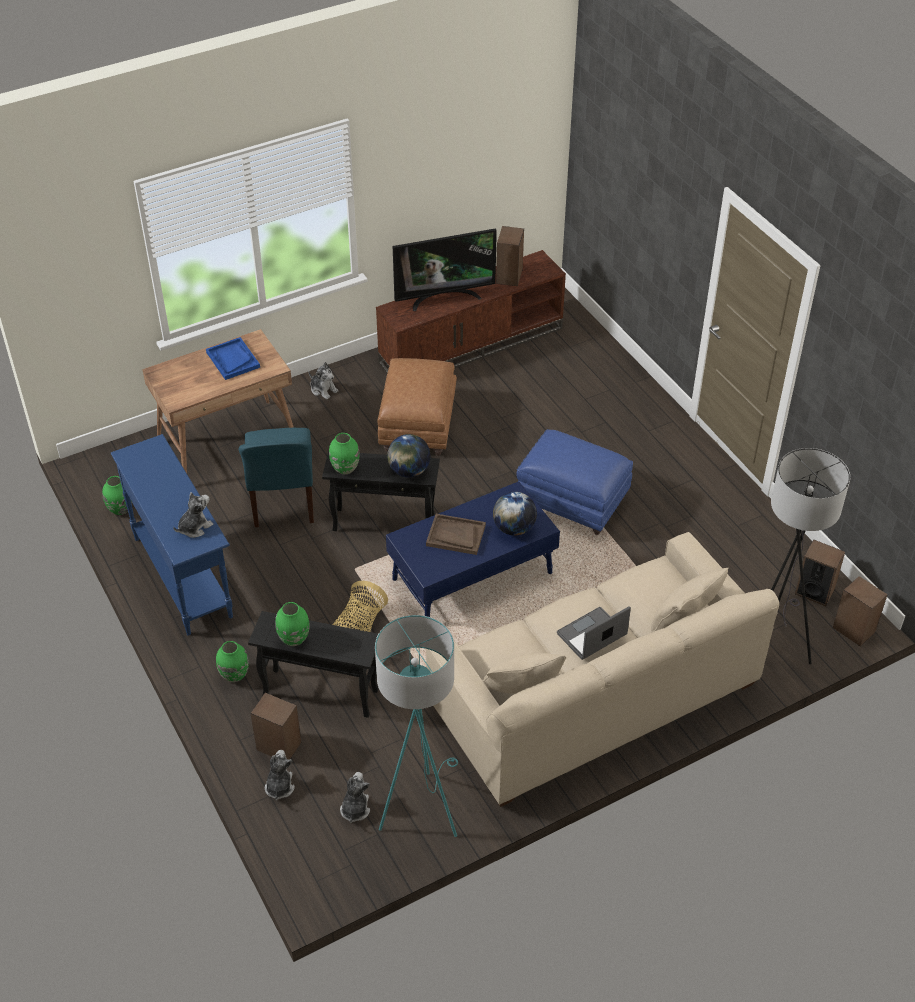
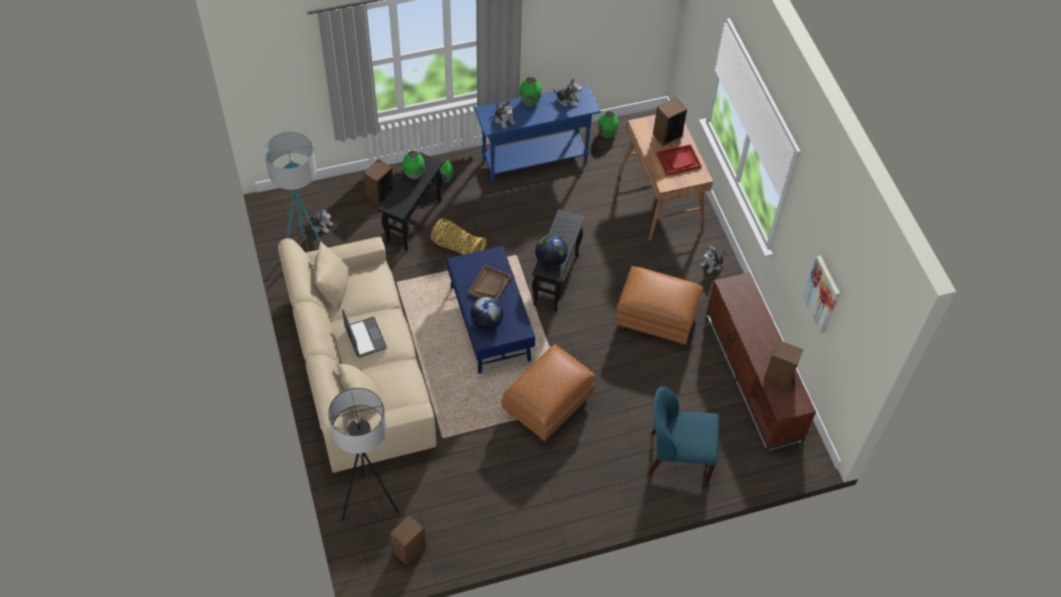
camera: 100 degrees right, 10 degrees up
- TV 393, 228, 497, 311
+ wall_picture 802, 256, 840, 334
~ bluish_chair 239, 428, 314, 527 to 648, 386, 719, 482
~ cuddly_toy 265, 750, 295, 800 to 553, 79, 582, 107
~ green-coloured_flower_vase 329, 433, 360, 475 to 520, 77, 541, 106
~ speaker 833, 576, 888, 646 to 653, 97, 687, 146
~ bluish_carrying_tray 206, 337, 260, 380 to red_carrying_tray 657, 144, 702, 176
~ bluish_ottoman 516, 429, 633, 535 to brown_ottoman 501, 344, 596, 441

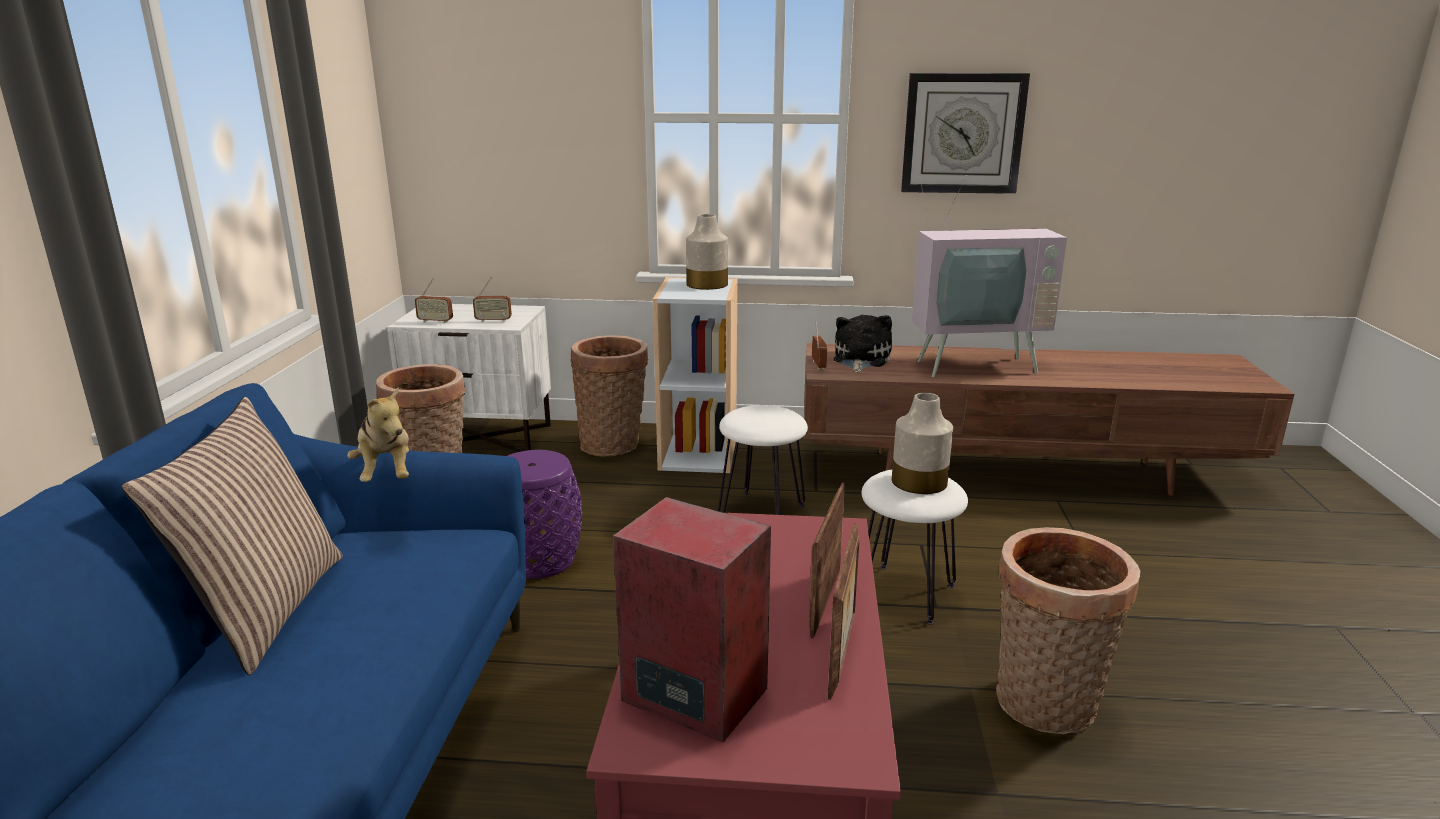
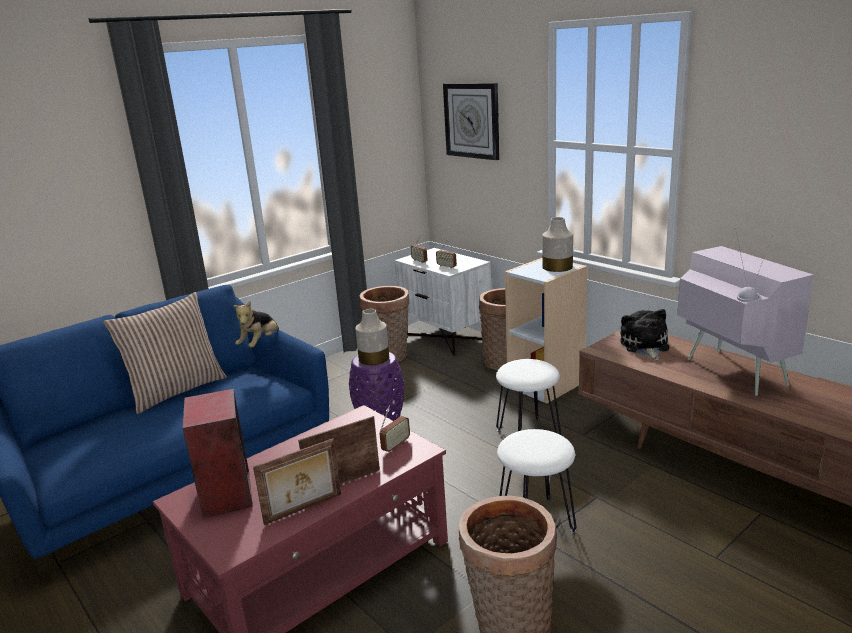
camera: 45 degrees right, 0 degrees up
~ radio_set 812, 321, 827, 369 to 380, 405, 410, 452
~ beige_flower_vase 892, 393, 953, 494 to 355, 309, 389, 365
~ clock_on_the_wall 901, 73, 1030, 194 to 443, 83, 500, 160
~ cuddly_toy 834, 315, 892, 373 = 620, 309, 669, 360 60 degrees counterclockwise
~ TV 912, 173, 1067, 378 = 677, 227, 814, 396 150 degrees counterclockwise

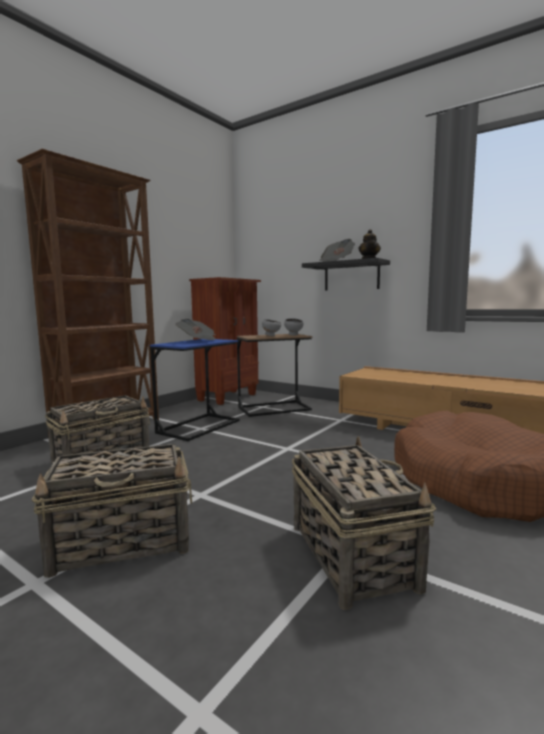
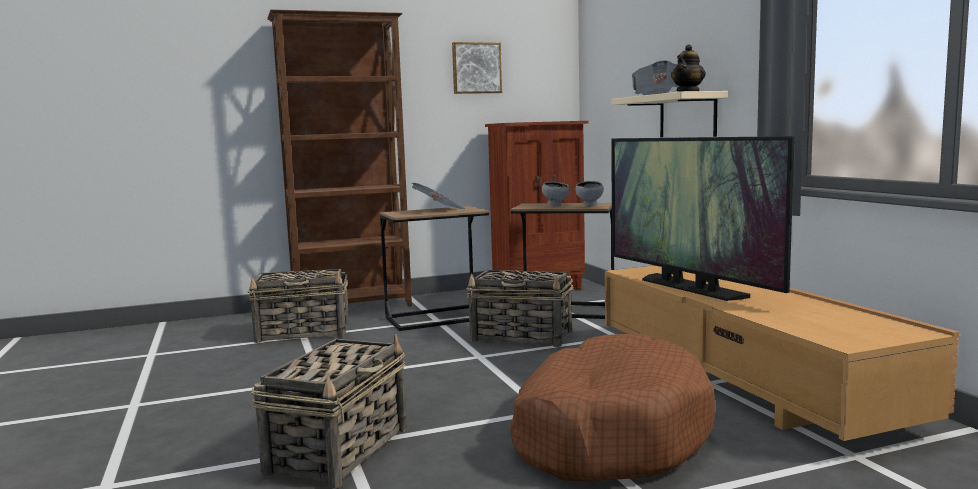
camera: 35 degrees right, 0 degrees up
+ wall_picture 452, 42, 502, 94
+ TV 611, 136, 795, 301
~ basket 31, 444, 192, 578 to 466, 270, 573, 347
~ bluish_accent_table 150, 339, 239, 441 to brown_accent_table 380, 206, 490, 331
~ black_shelf 302, 258, 390, 291 to beige_shelf 611, 91, 728, 137

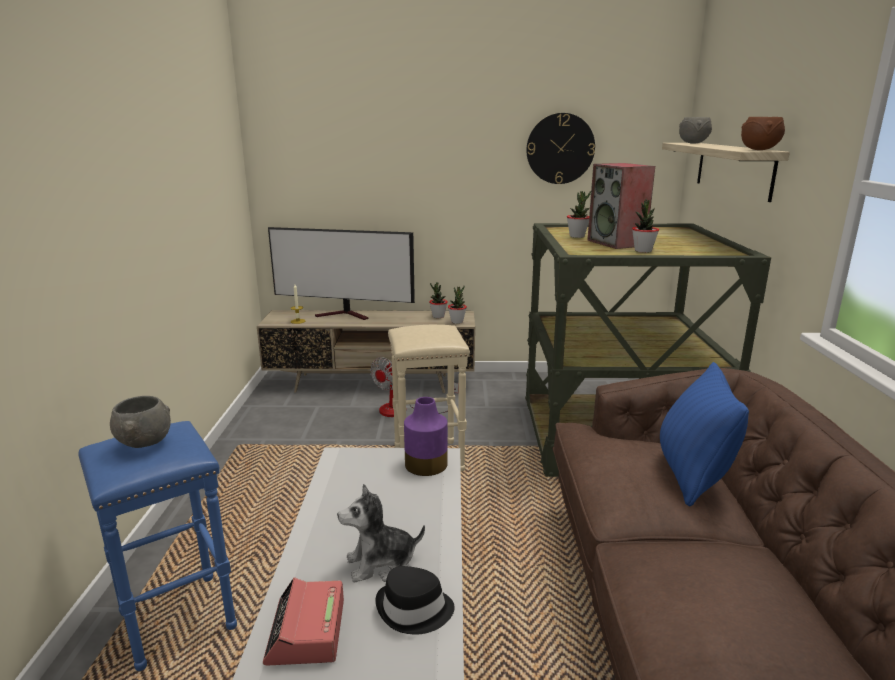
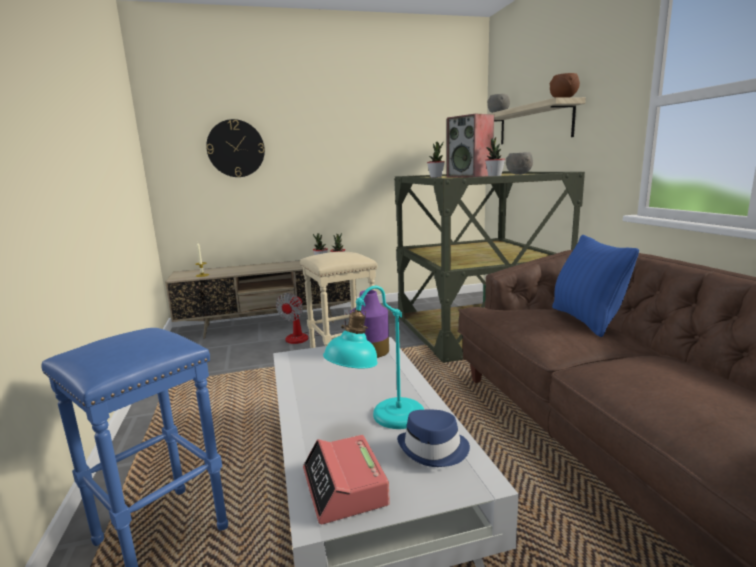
camera: 15 degrees left, 5 degrees down
- TV 268, 227, 415, 320
~ greyish_serving_bowl 110, 396, 171, 448 to 506, 152, 533, 175
~ clock_on_the_wall 526, 113, 595, 184 to 206, 119, 265, 177
~ cuddly_toy 337, 484, 425, 582 to turquoise-coloured_table_lamp 323, 286, 424, 429
~ black_wearable_hat 375, 566, 455, 635 to bluish_wearable_hat 397, 410, 470, 467

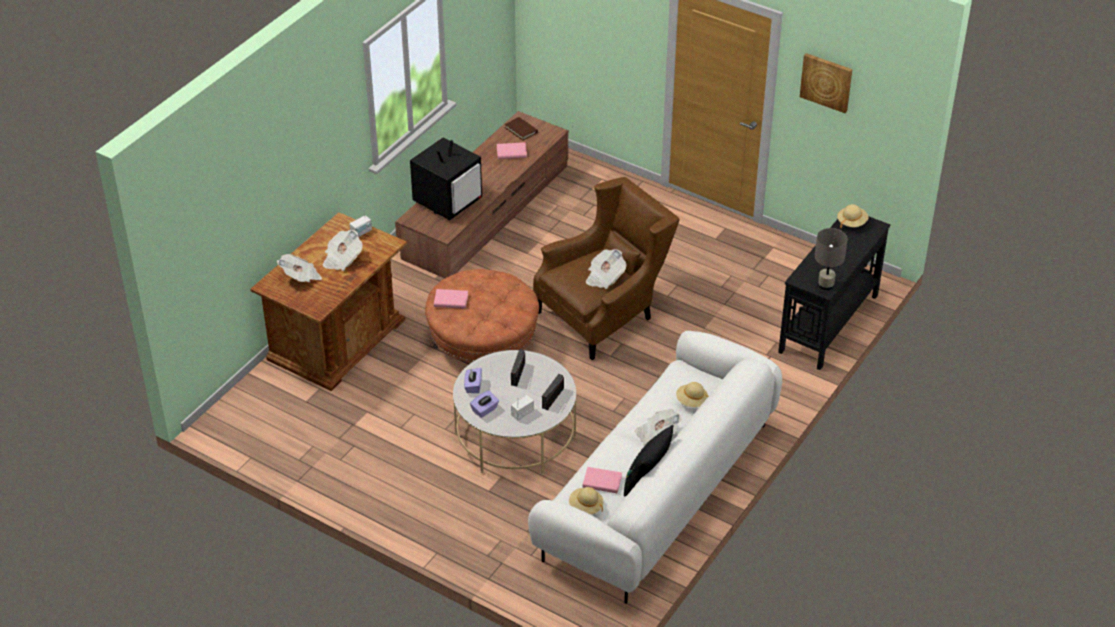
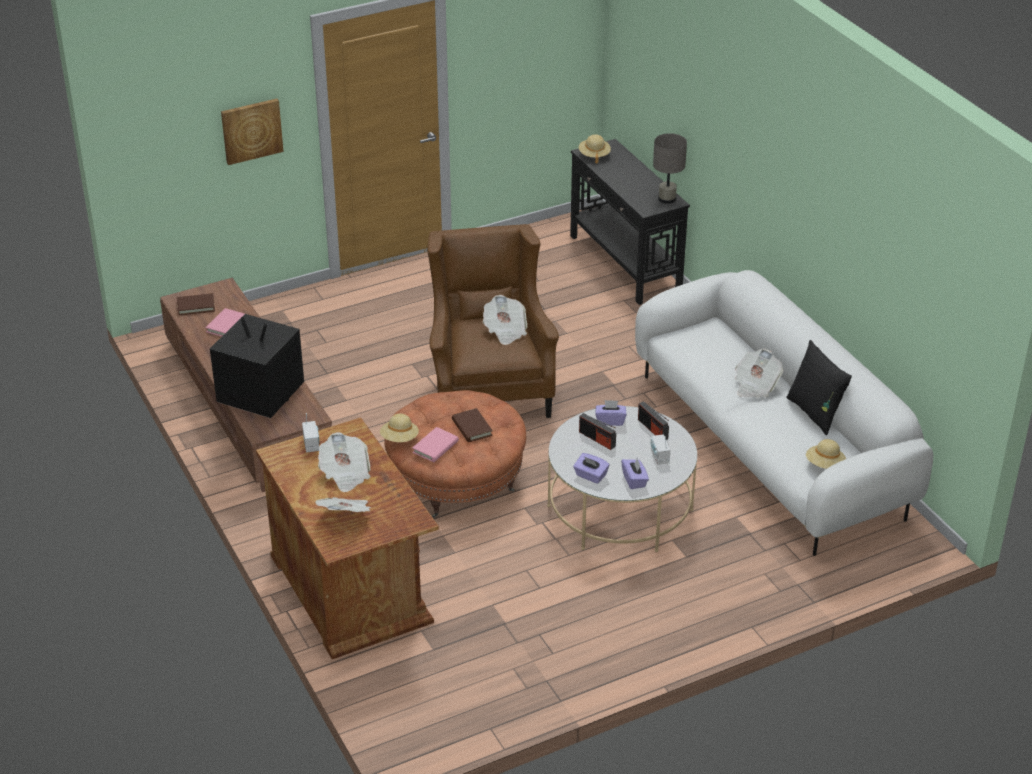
camera: 60 degrees left, 5 degrees down
- pinkish_book 582, 467, 622, 493
+ brown_book 452, 408, 493, 442
+ purple-coloured_tissue_holder 596, 400, 626, 426
~ beige_wearable_hat 676, 382, 708, 407 to 380, 414, 419, 442
~ wall_picture 800, 53, 852, 113 to 221, 99, 284, 165
~ TV 410, 137, 482, 220 = 210, 314, 304, 418 45 degrees counterclockwise

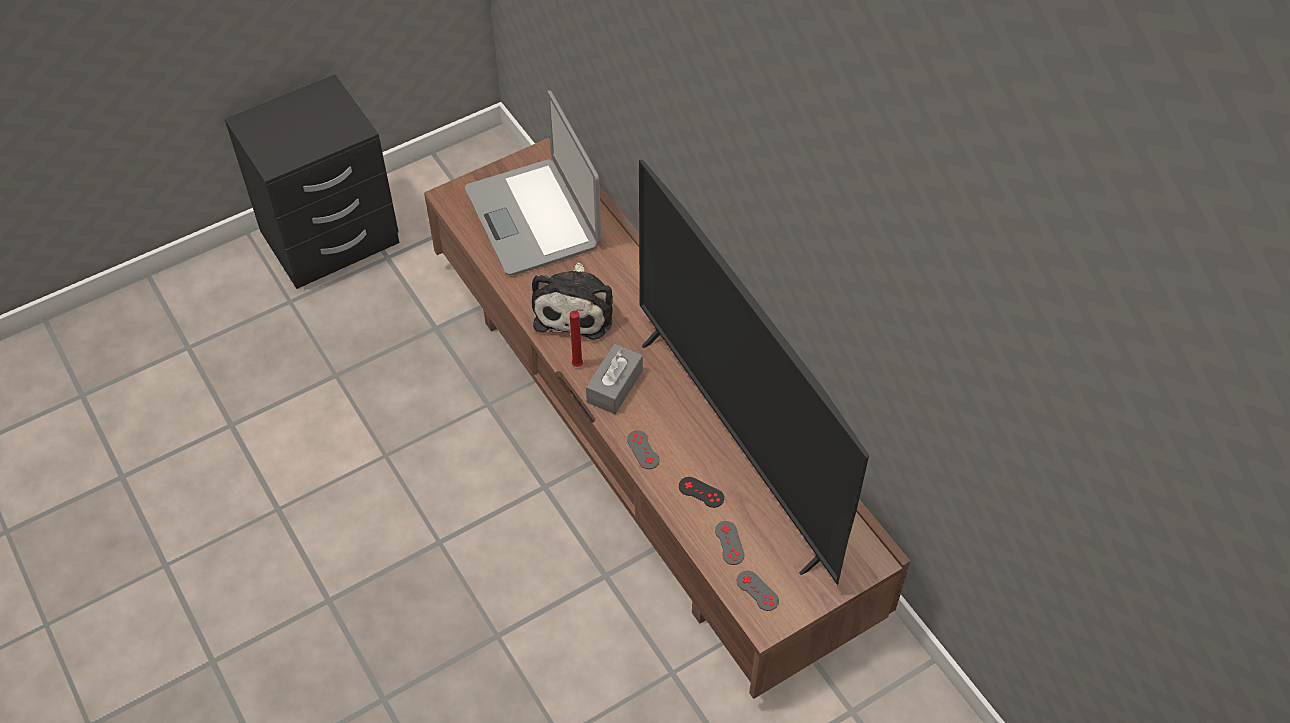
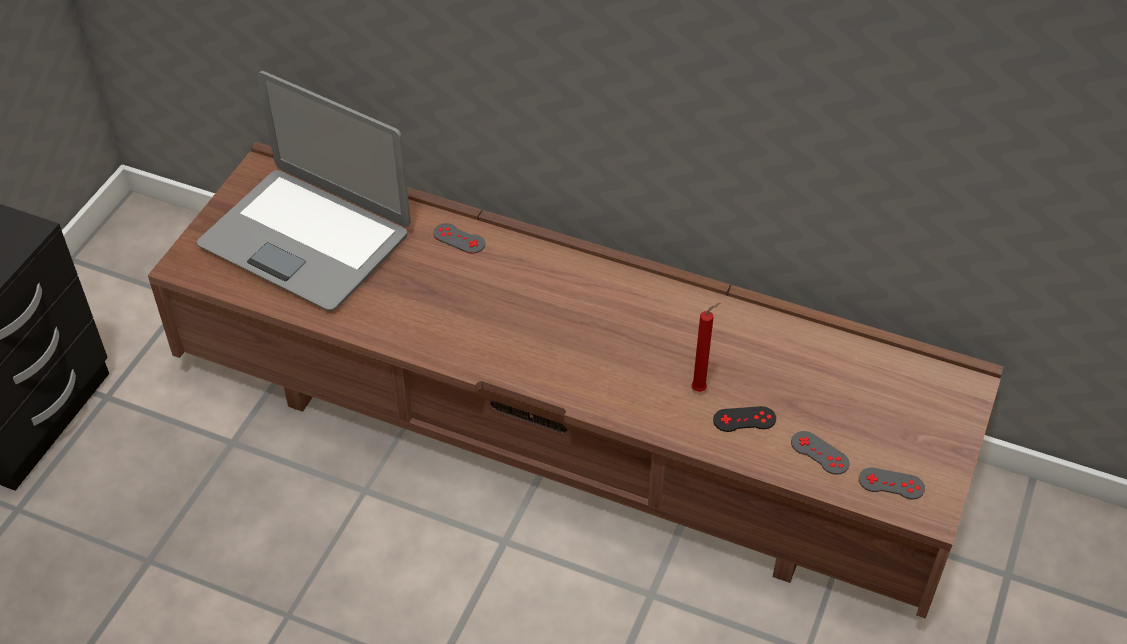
camera: 35 degrees left, 5 degrees down
- cuddly_toy 532, 263, 613, 340
- greyish_tissue_holder 586, 344, 643, 414
- TV 639, 160, 869, 585
~ red_wax_light 570, 309, 584, 367 to 691, 303, 720, 392
~ greyish_gamepad 627, 430, 660, 469 to 433, 223, 485, 254

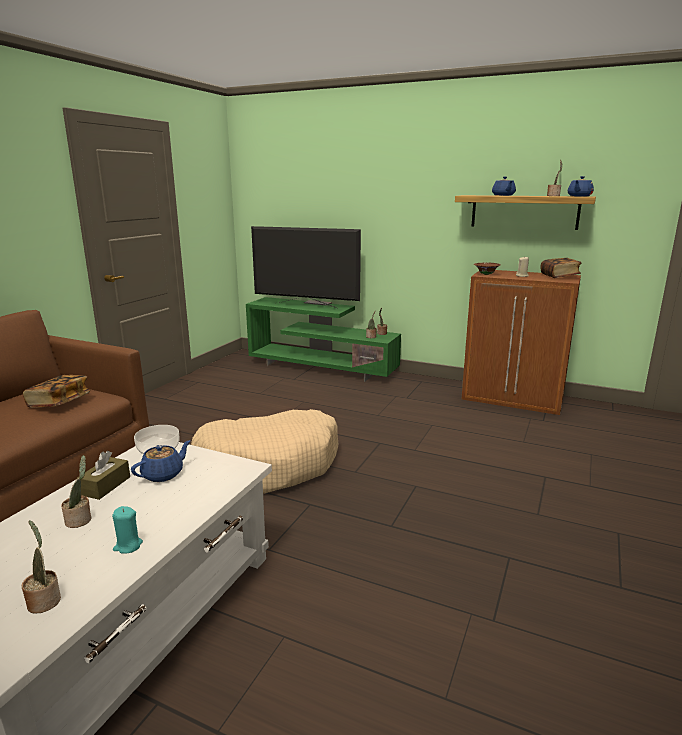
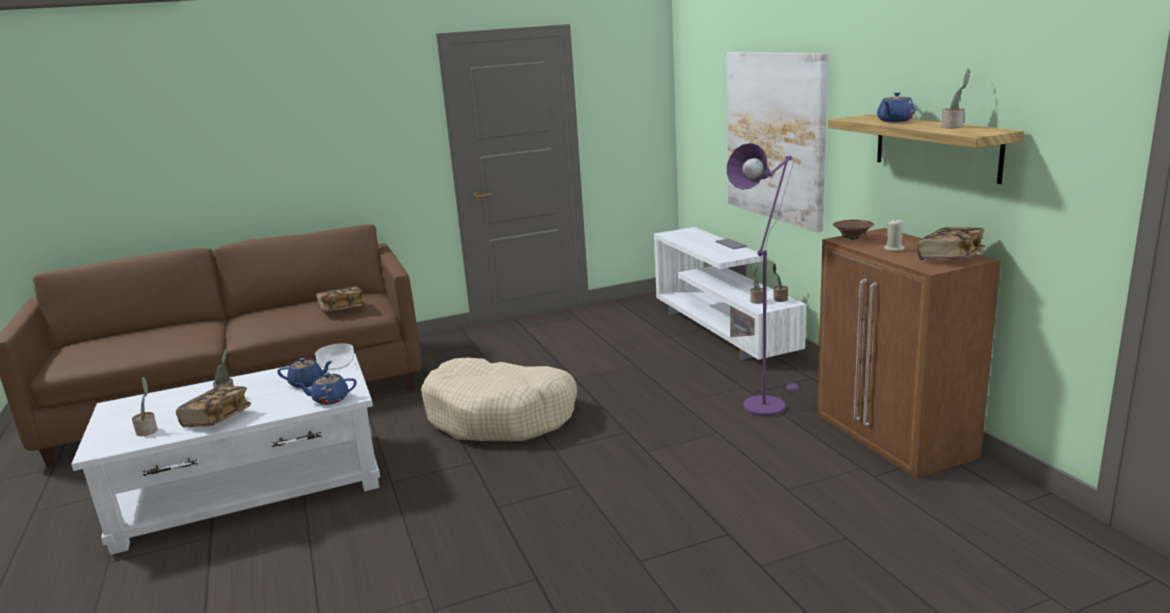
camera: 45 degrees right, 0 degrees up
- brown_tissue_holder 77, 451, 130, 500
- TV 251, 226, 361, 309
+ wall_picture 727, 52, 828, 233
+ purple-coloured_standard_lamp 727, 143, 799, 417
~ bluish_teapot 568, 176, 594, 197 to 296, 373, 357, 405
~ turquoise-coloured_wax_light 112, 506, 143, 554 to book 176, 386, 251, 427
~ green-coloured_tv_unit 246, 297, 401, 382 to white_tv_unit 654, 227, 806, 360

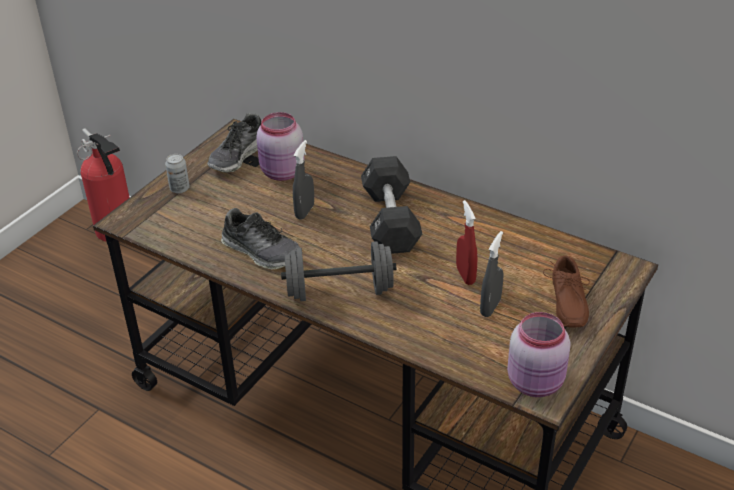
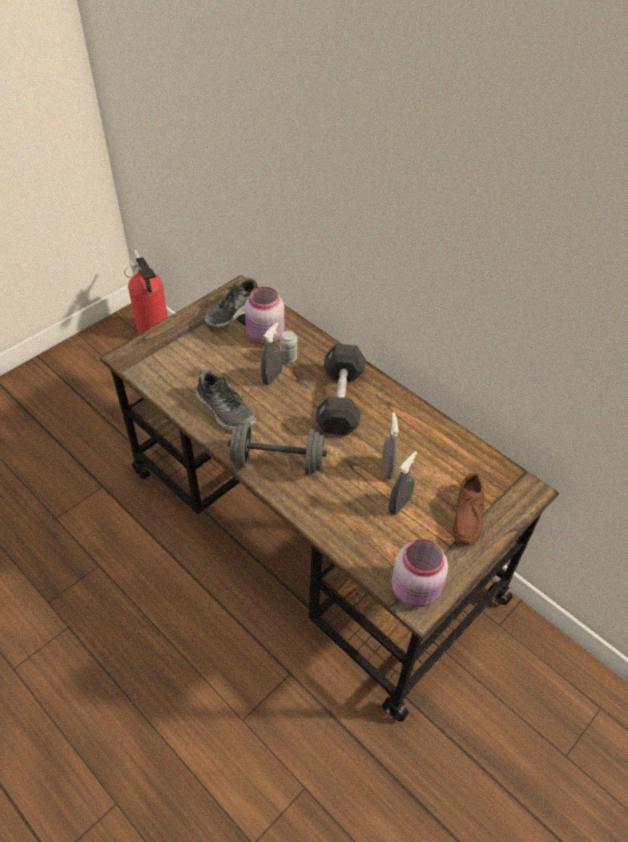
camera: 10 degrees right, 10 degrees up
~ can 165, 154, 190, 193 to 280, 330, 297, 363
~ red_hand_sprayer 456, 200, 477, 285 to greyish_hand_sprayer 382, 412, 398, 480

